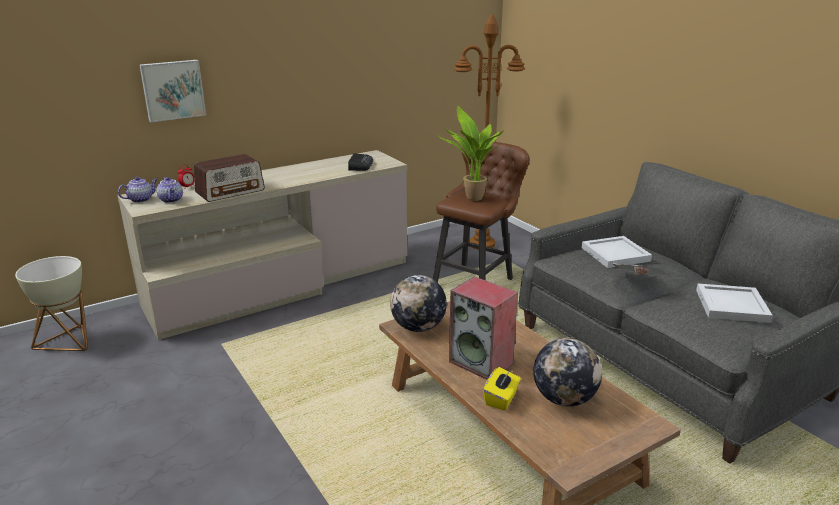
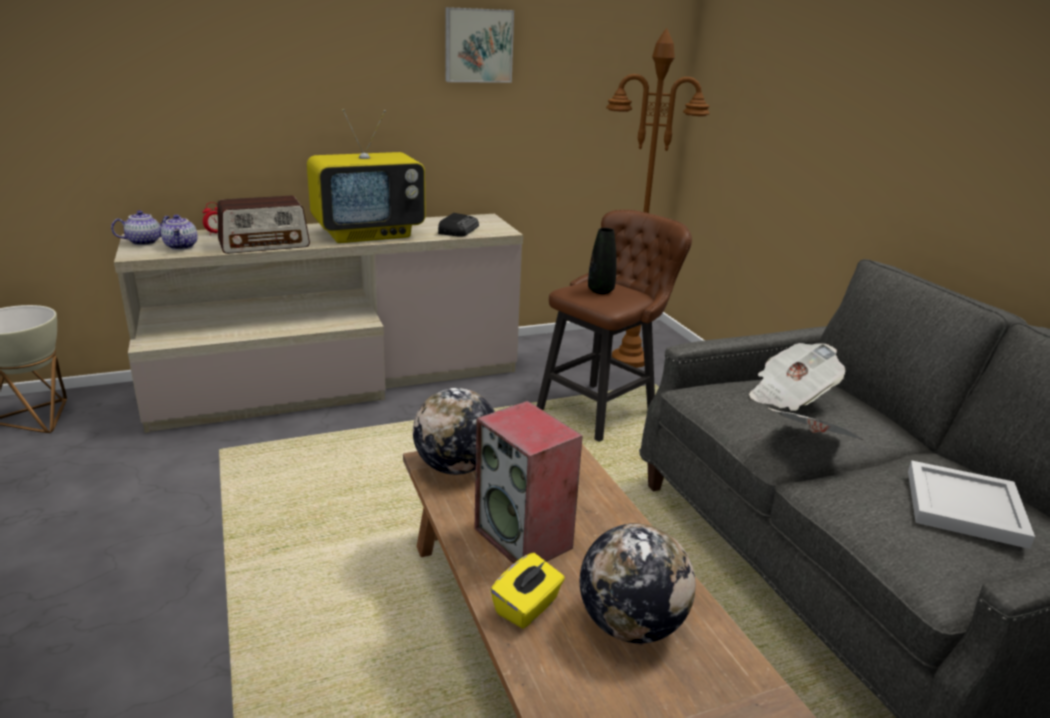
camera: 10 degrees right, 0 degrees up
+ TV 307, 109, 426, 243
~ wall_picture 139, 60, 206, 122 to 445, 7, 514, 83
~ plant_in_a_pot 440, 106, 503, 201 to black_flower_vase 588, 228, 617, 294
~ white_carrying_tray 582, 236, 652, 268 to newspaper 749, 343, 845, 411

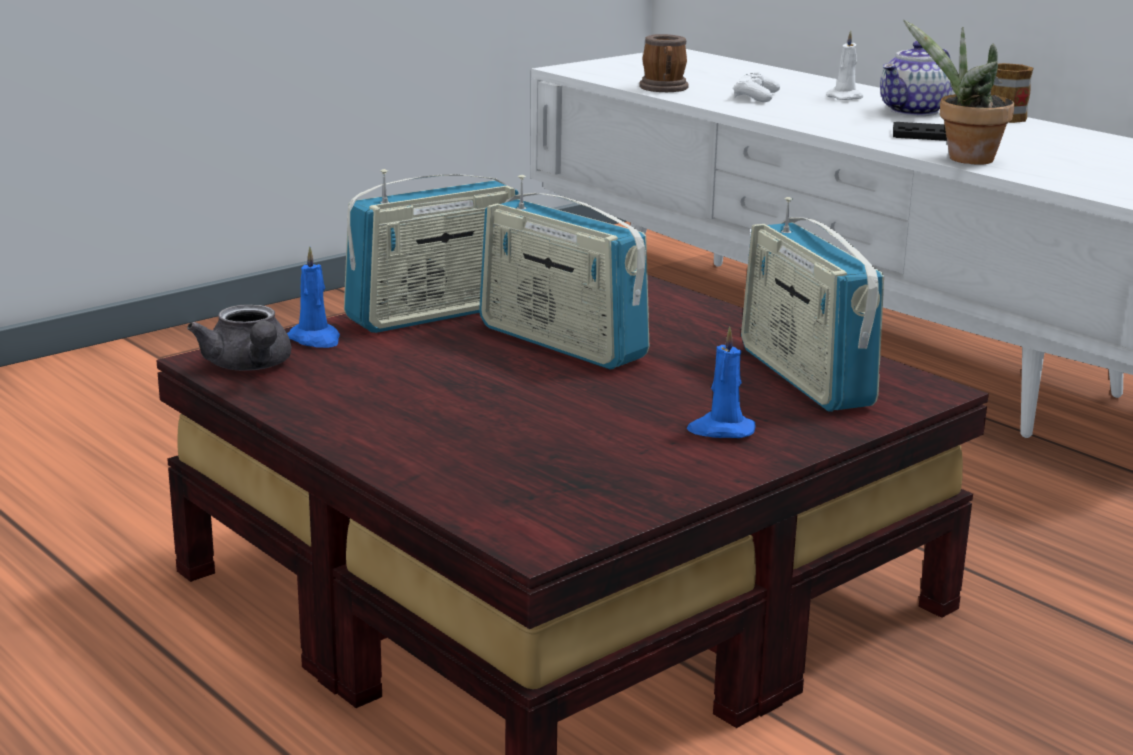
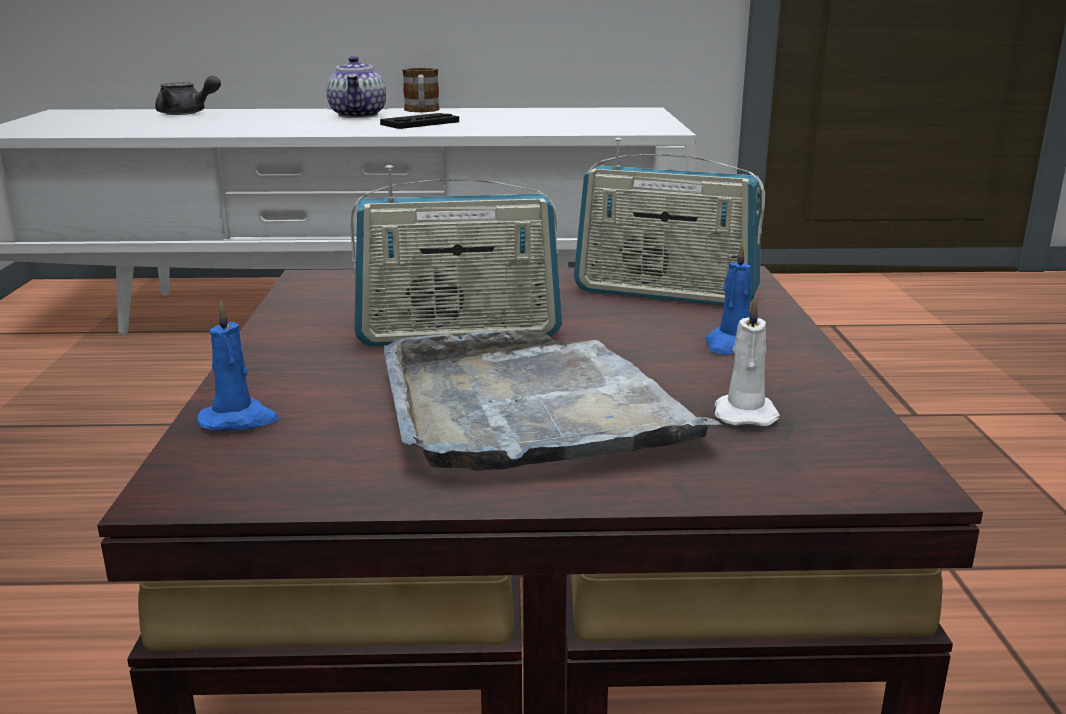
camera: 50 degrees left, 0 degrees up
- radio_set 344, 169, 519, 333
- coffee_mug 639, 34, 688, 92
- white_gamepad 733, 71, 780, 102
- plant_in_a_pot 903, 20, 1014, 165
+ greyish_carrying_tray 384, 329, 724, 471
~ greyish_teapot 187, 304, 291, 371 to 155, 76, 221, 115
~ white_wax_light 826, 30, 863, 100 to 714, 296, 780, 426

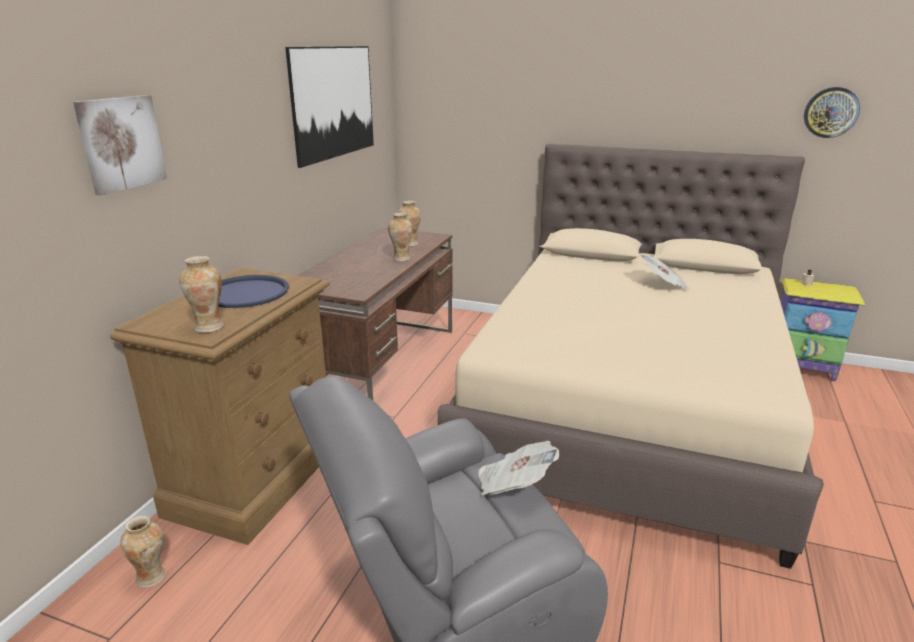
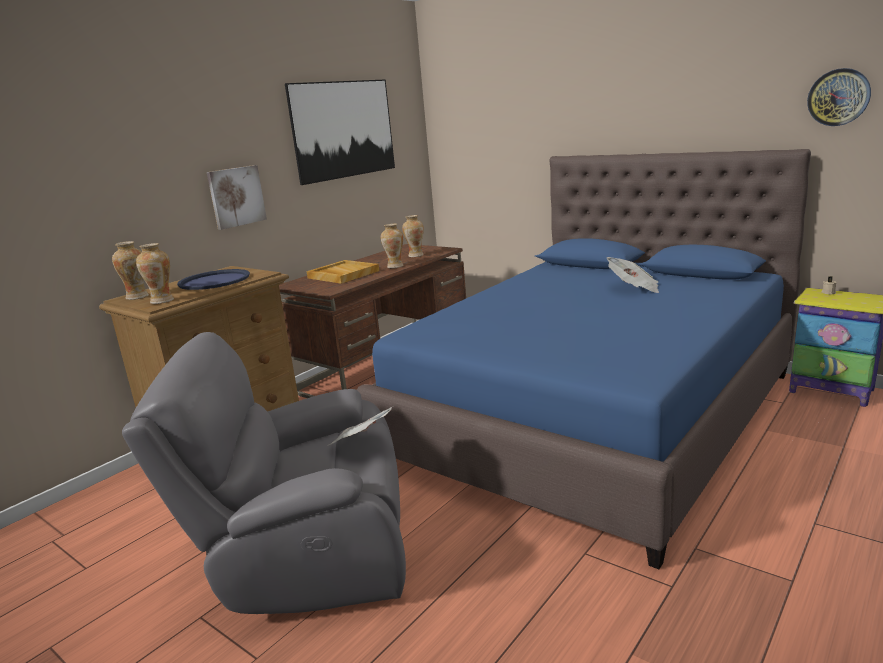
camera: 20 degrees right, 5 degrees down
+ beige_carrying_tray 307, 260, 379, 284
~ wall_picture 73, 95, 167, 196 to 207, 165, 267, 230
~ flower_vase 120, 515, 166, 588 to 112, 241, 149, 300
~ beige_sleeping_bed 438, 144, 824, 569 to bluish_sleeping_bed 357, 149, 811, 569

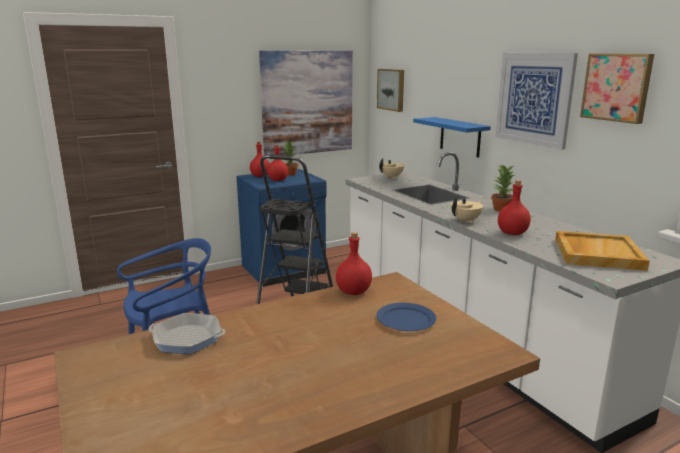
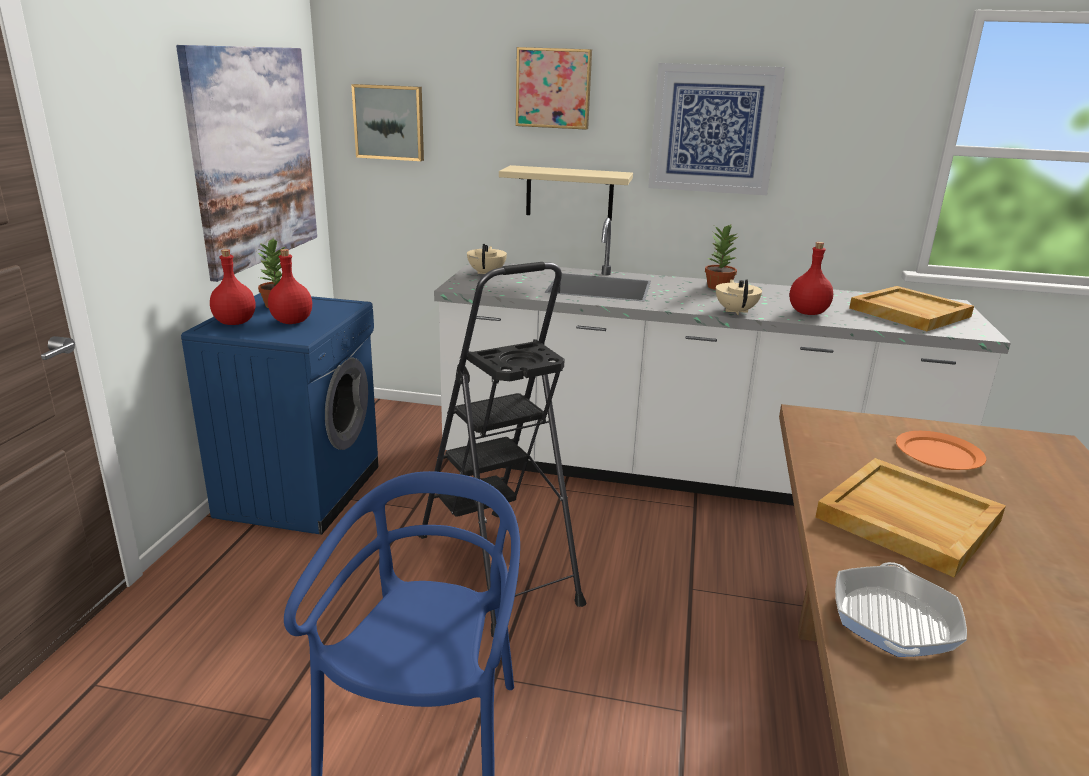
camera: 50 degrees left, 5 degrees up
- red_beverage_bottle 336, 232, 372, 295
+ beige_carrying_tray 815, 458, 1006, 577
~ wall_picture 580, 54, 654, 124 to 516, 47, 592, 130
~ bluish_dinner_plate 376, 303, 436, 331 to orange-coloured_dinner_plate 896, 431, 986, 470
~ bluish_shelf 413, 117, 491, 158 to beige_shelf 499, 165, 633, 221
~ skillet 148, 313, 226, 354 = 835, 562, 967, 657 150 degrees clockwise

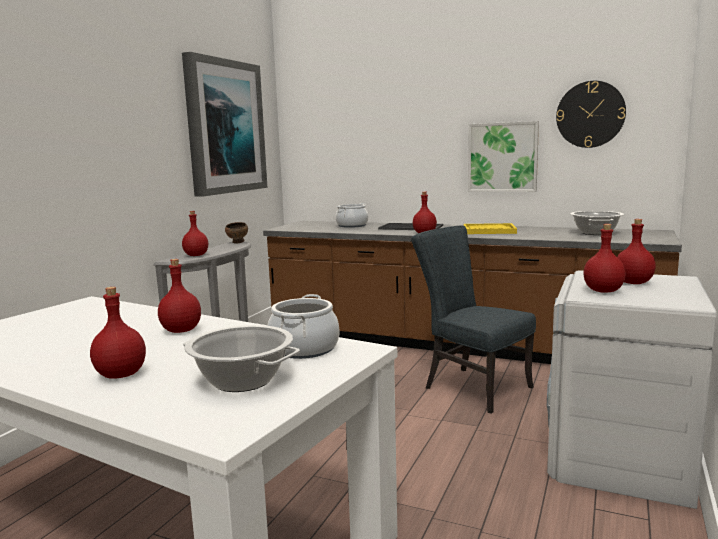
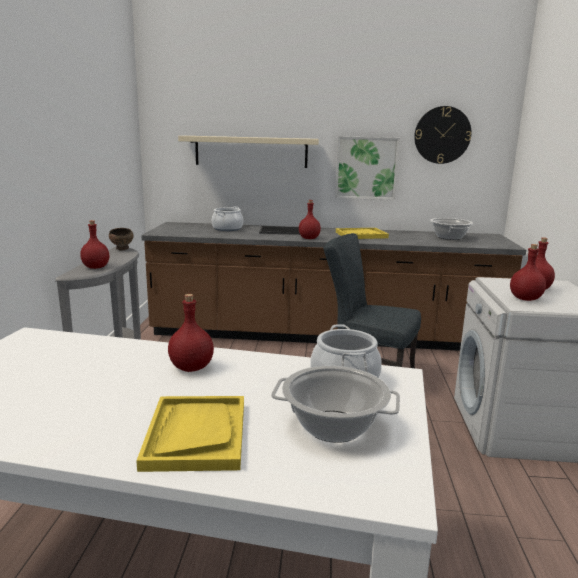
camera: 20 degrees left, 5 degrees up
- wall_picture 182, 52, 267, 197
+ beige_shelf 178, 136, 319, 168
~ red_beverage_bottle 90, 287, 146, 379 to yellow-coloured_carrying_tray 136, 396, 244, 472

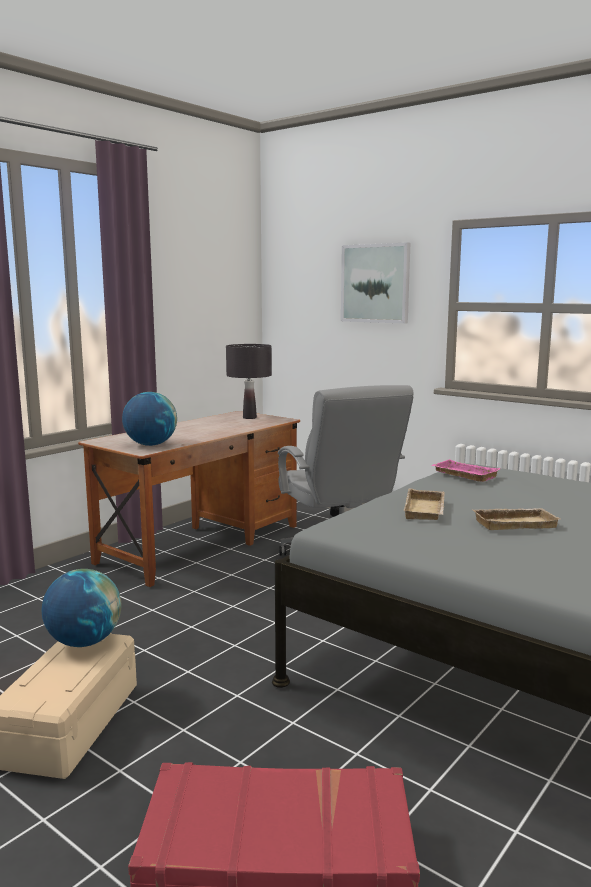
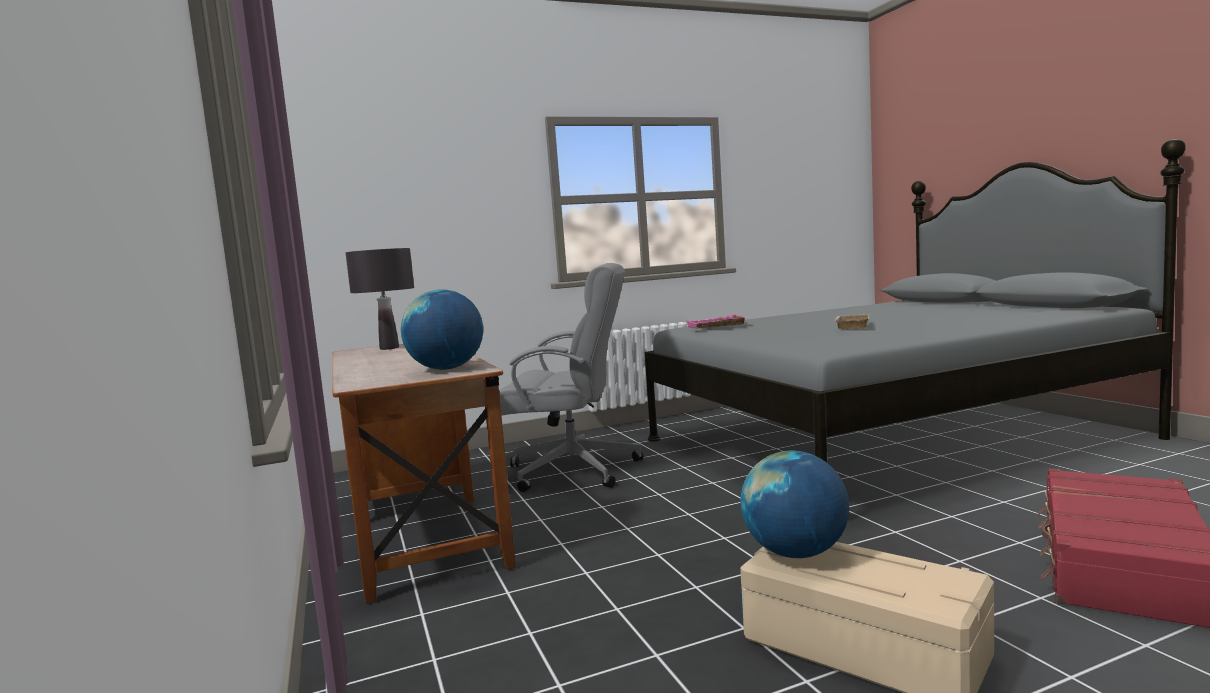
camera: 60 degrees left, 5 degrees down
- wall_picture 341, 242, 410, 324
- beige_carrying_tray 404, 488, 445, 520

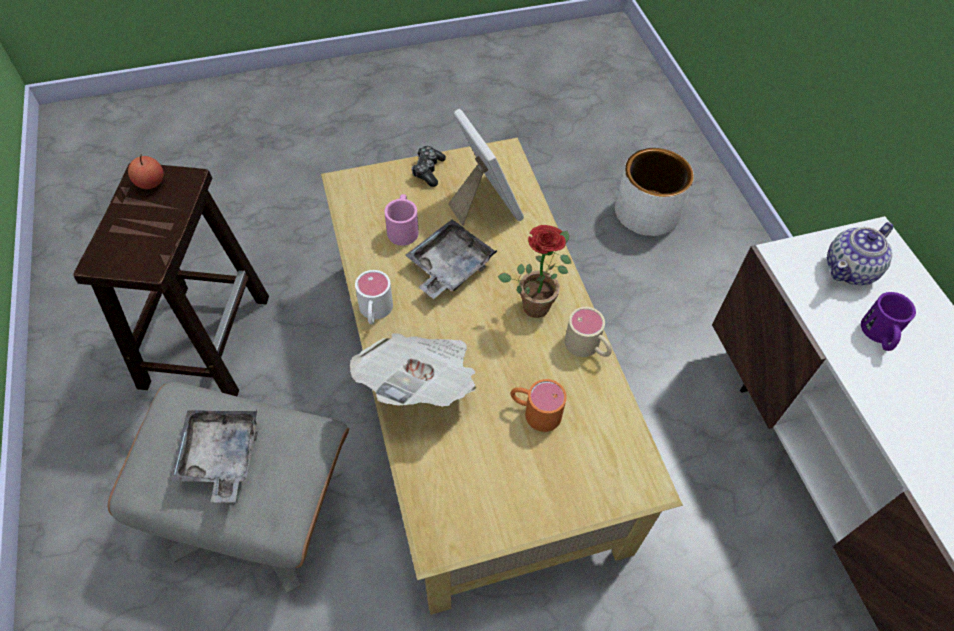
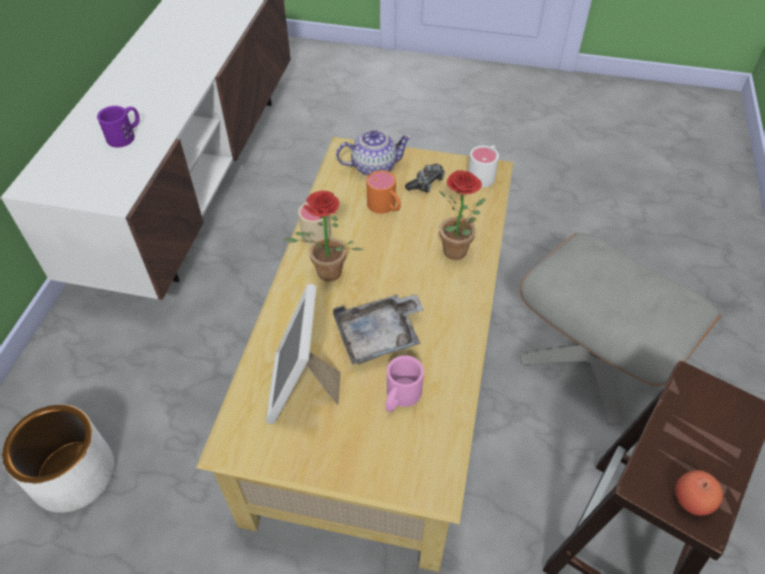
camera: 150 degrees left, 5 degrees down
- greyish_carrying_tray 170, 410, 258, 503
~ white_coffee_mug 355, 270, 393, 325 to 468, 145, 499, 187
~ gamepad 411, 146, 446, 187 to 405, 164, 445, 193
~ teapot 827, 222, 893, 285 to 336, 130, 412, 176
~ newspaper 350, 333, 476, 407 to plant_in_a_pot 439, 170, 486, 260

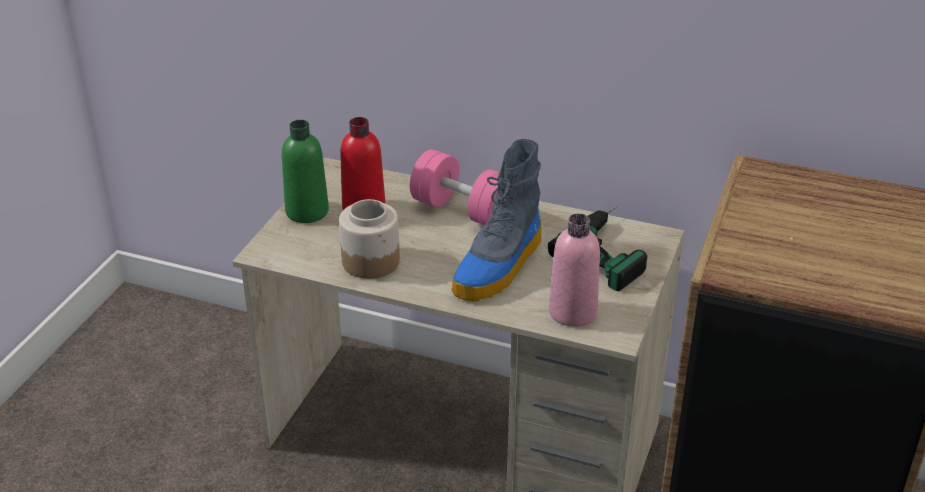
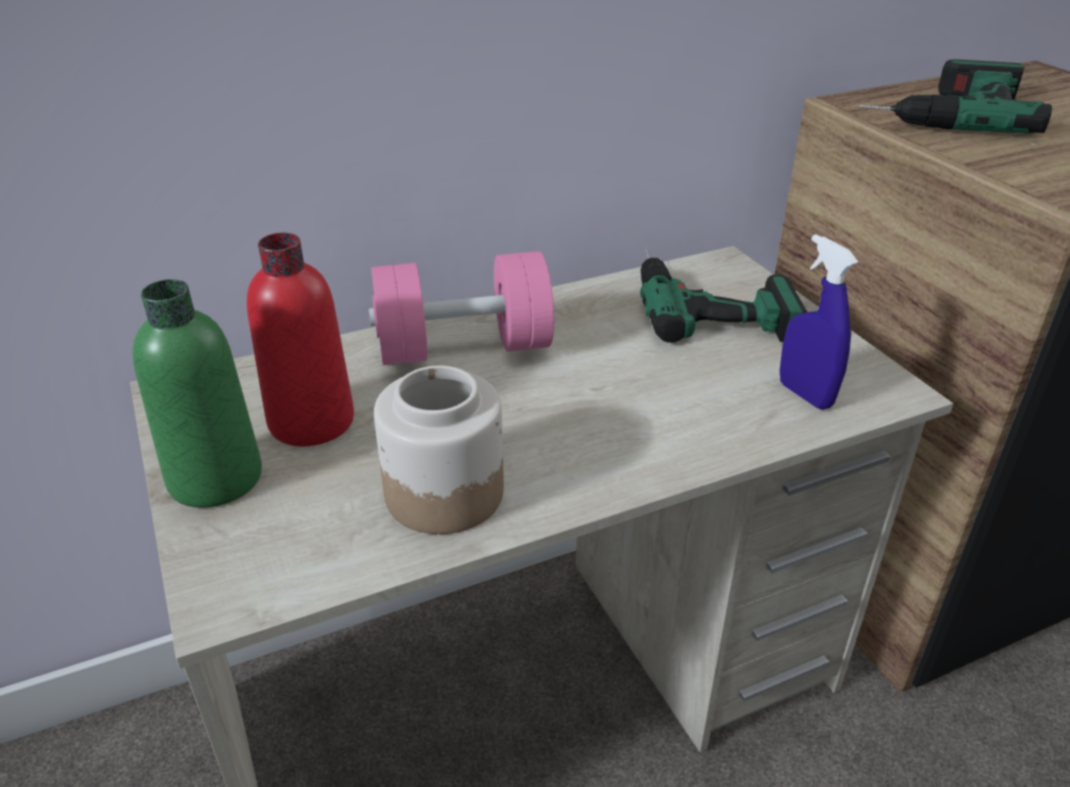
camera: 45 degrees left, 0 degrees up
- high-top_boot 452, 139, 541, 302
+ power_drill 859, 59, 1052, 134
~ pinkish_beverage_bottle 549, 214, 600, 327 to bluish_hand_sprayer 780, 234, 858, 410

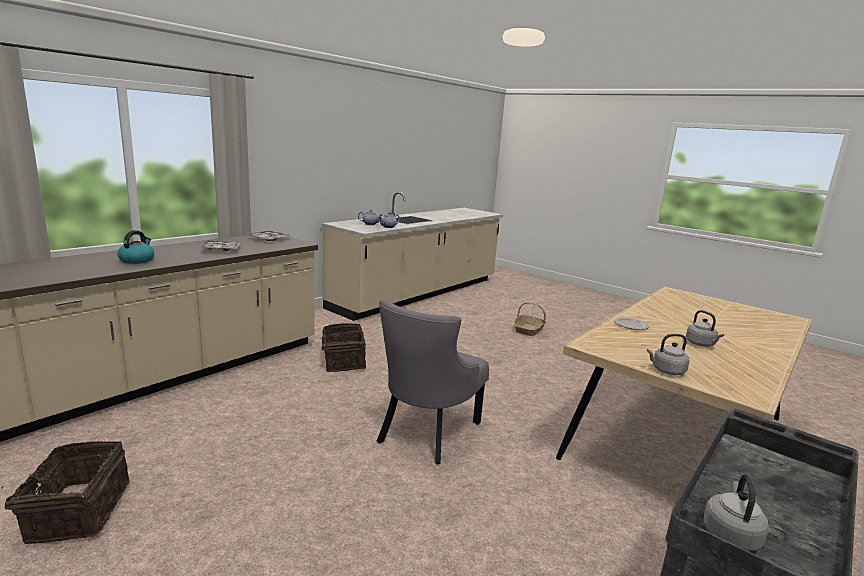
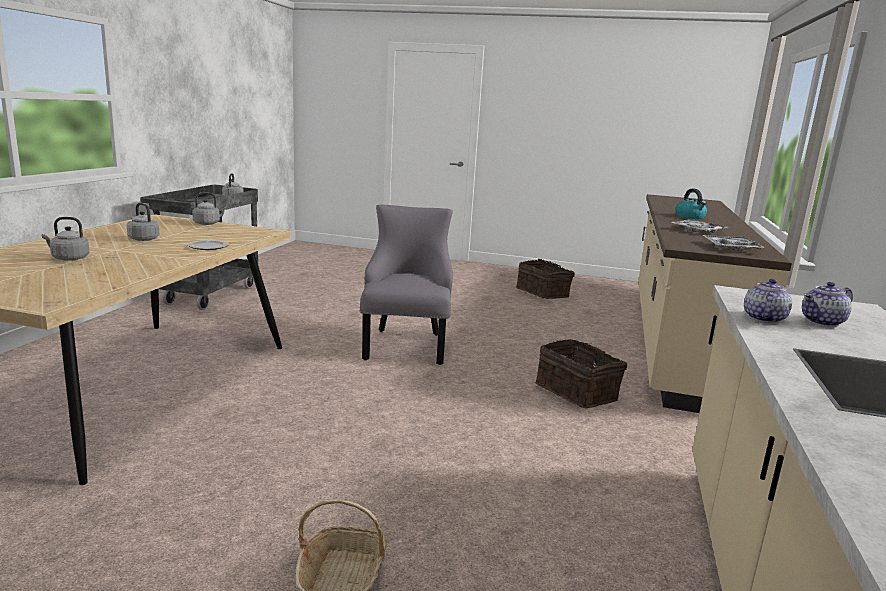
camera: 155 degrees right, 0 degrees up
+ greyish_kettle 42, 217, 90, 261

